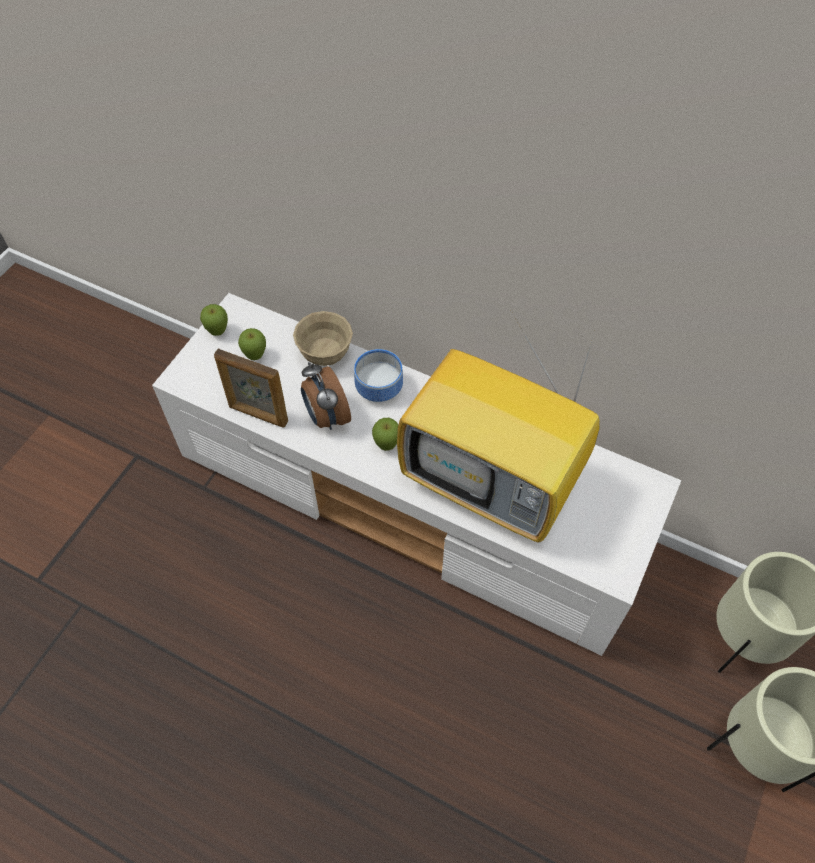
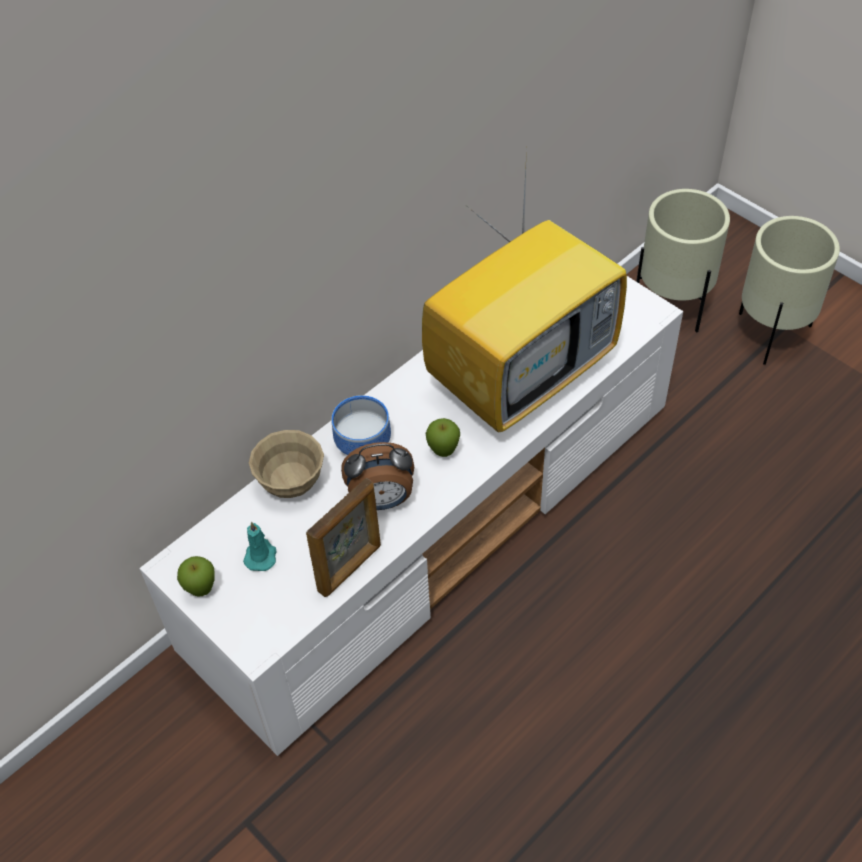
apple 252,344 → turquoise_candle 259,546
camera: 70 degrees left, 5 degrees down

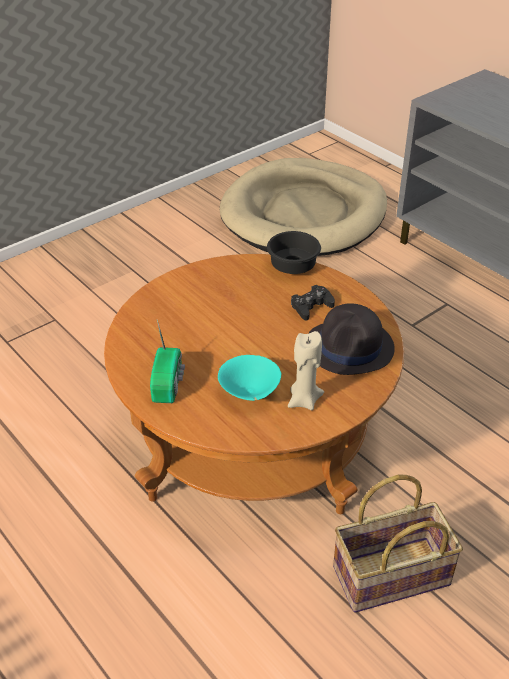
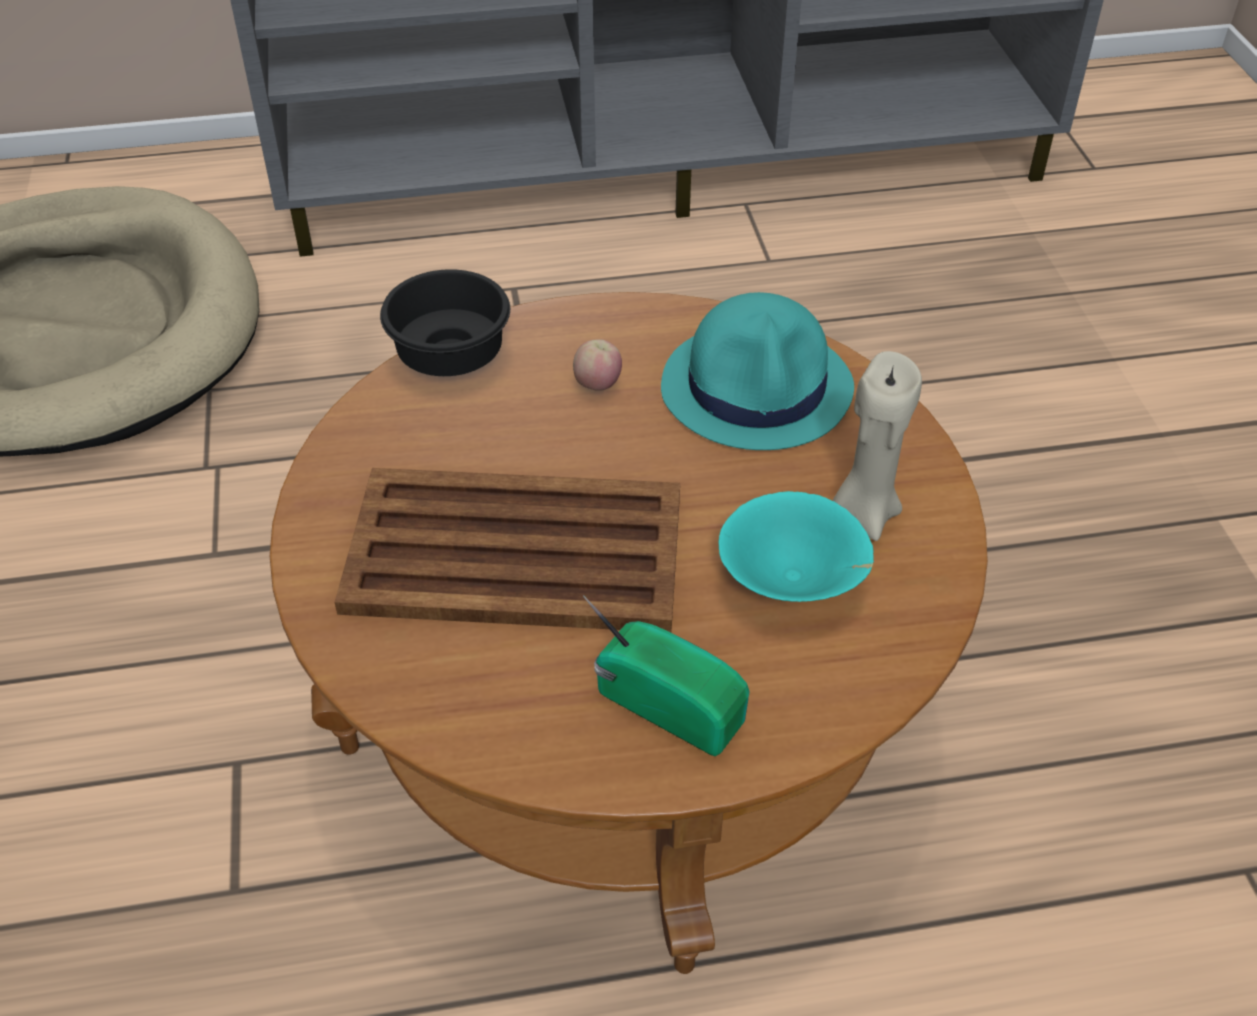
basket 398,544 → -
- → brown_tray 507,550
black_game_controller 313,303 → apple 597,364
black_hat 351,339 → turquoise_hat 757,371
camera: 60 degrees left, 5 degrees up

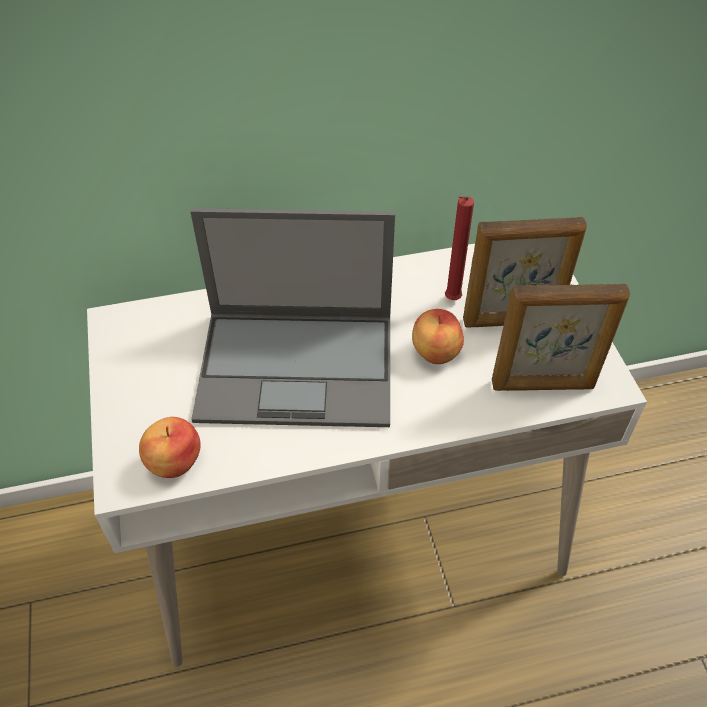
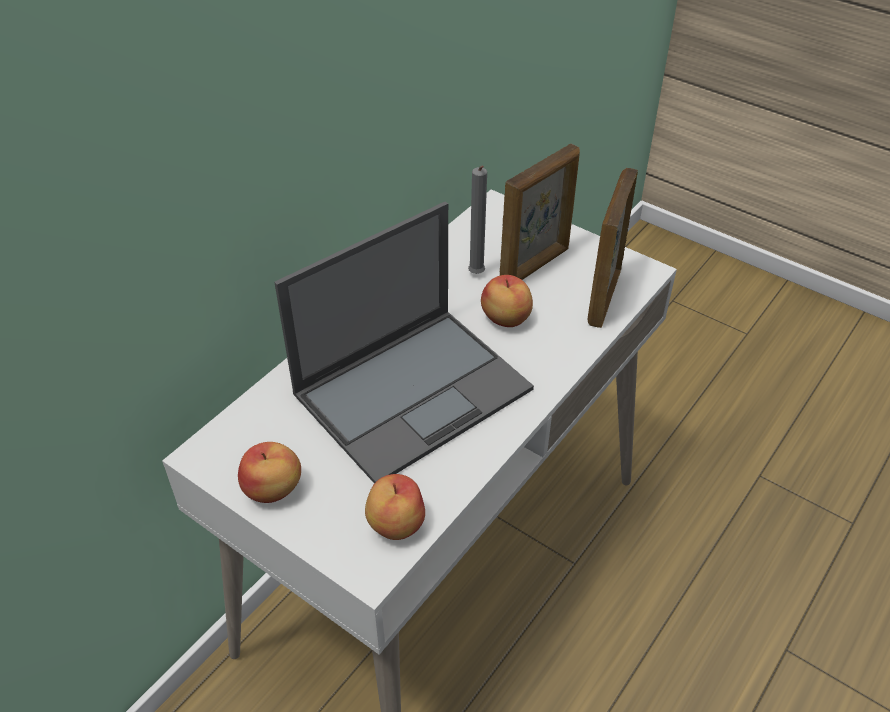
- → apple 269,472
red_candle 459,248 → grey_candle 477,220
picture_frame 561,337 → picture_frame 613,248, 150 degrees clockwise
camera: 40 degrees left, 5 degrees down

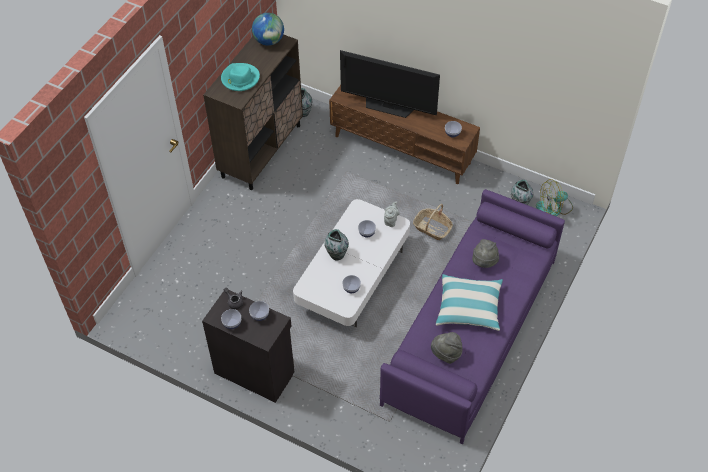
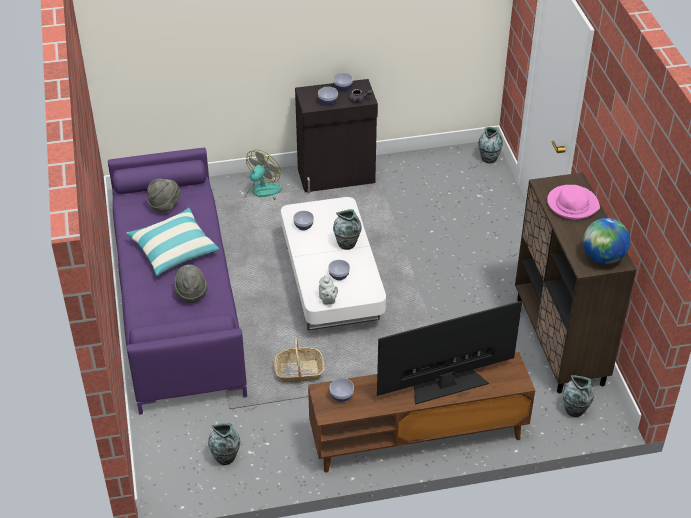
- → vase 490,145
fan 554,197 → fan 263,175, relocated
turquoise_hat 240,77 → pink_hat 573,202
camera: 140 degrees right, 10 degrees down

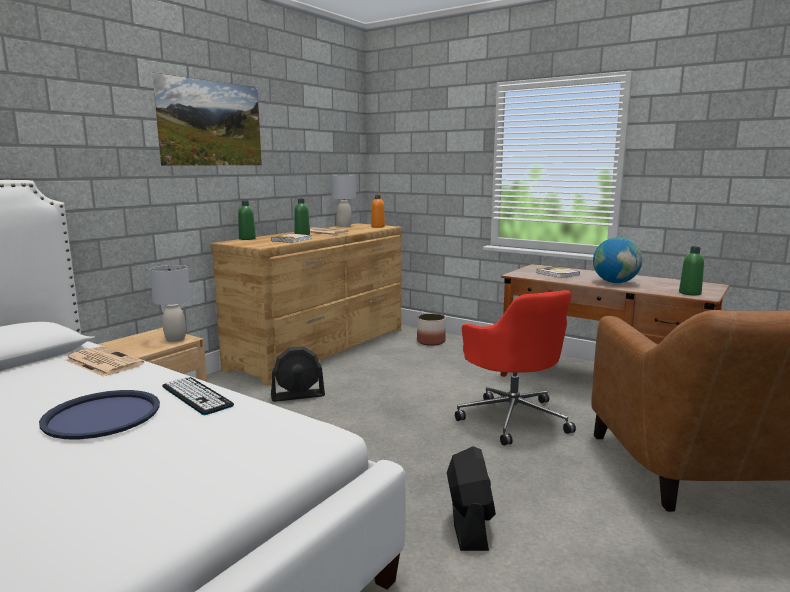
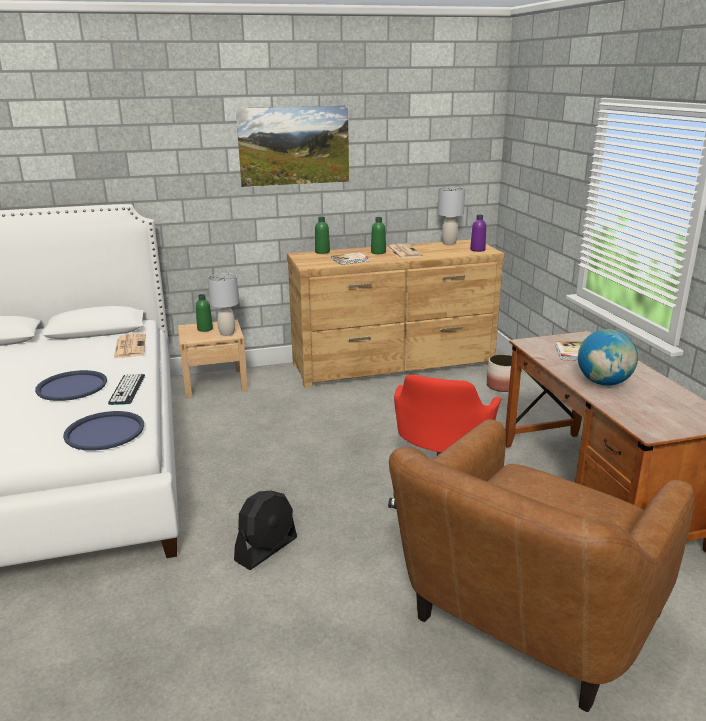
black_fan 298,374 → -
- → blue_tray 103,431
green_bottle 691,270 → green_bottle 204,313, relocated
orange_bottle 378,211 → purple_bottle 478,233
camera: 40 degrees right, 10 degrees up

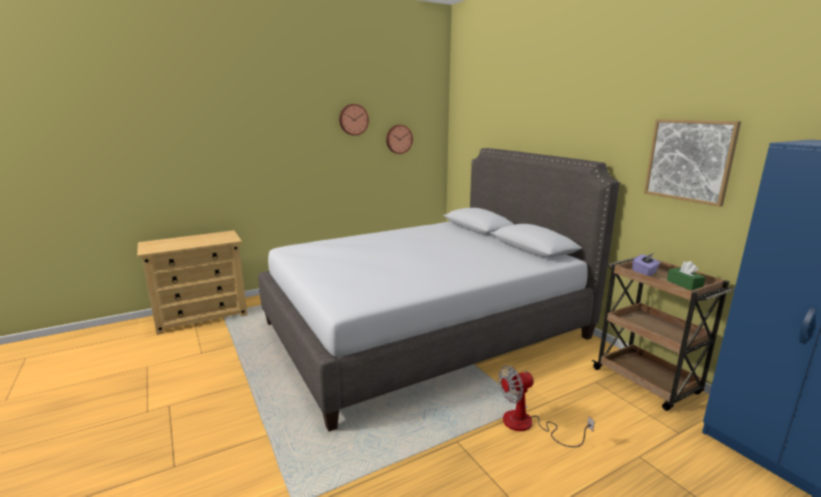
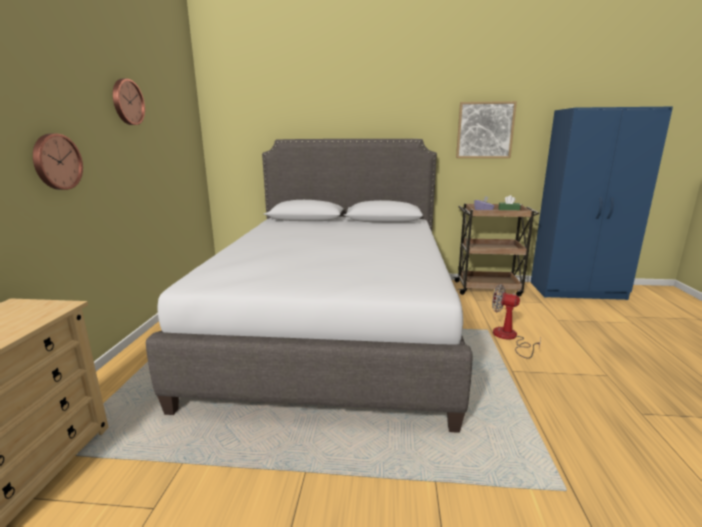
wall_clock 399,139 → wall_clock 58,162, relocated
fan 546,406 → fan 516,321, 105 degrees clockwise
camera: 55 degrees left, 0 degrees up

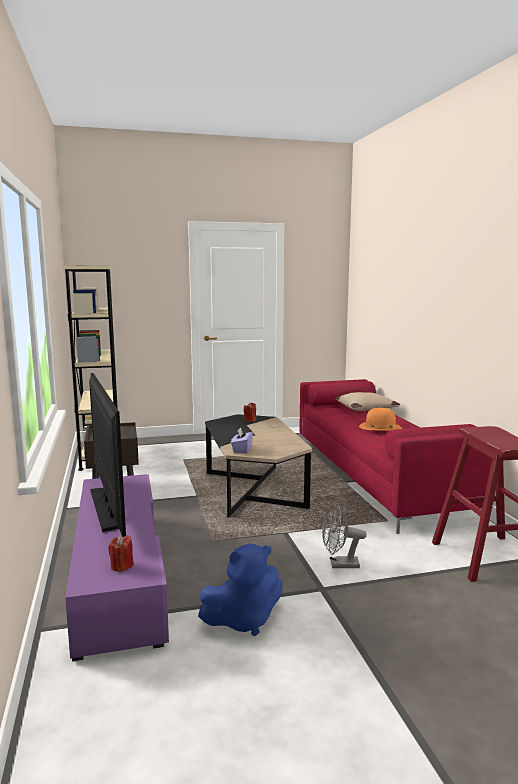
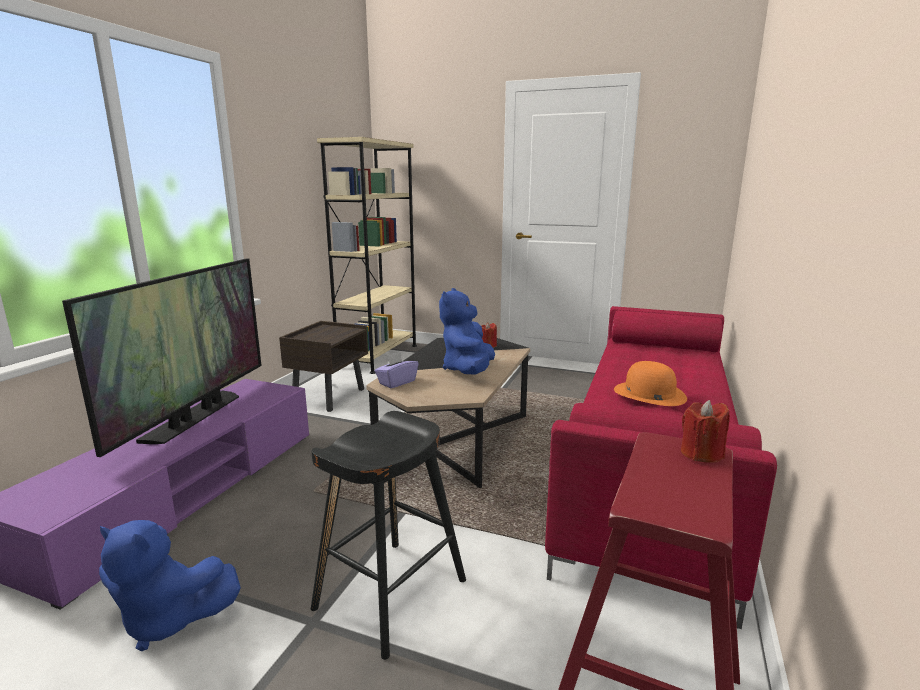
beige_pillow 367,401 → -
- → blue_plush_toy 467,331
red_candle 121,553 → red_candle 705,431, relocated
grey_fan 344,537 → black_stool 388,535
camera: 35 degrees right, 5 degrees up

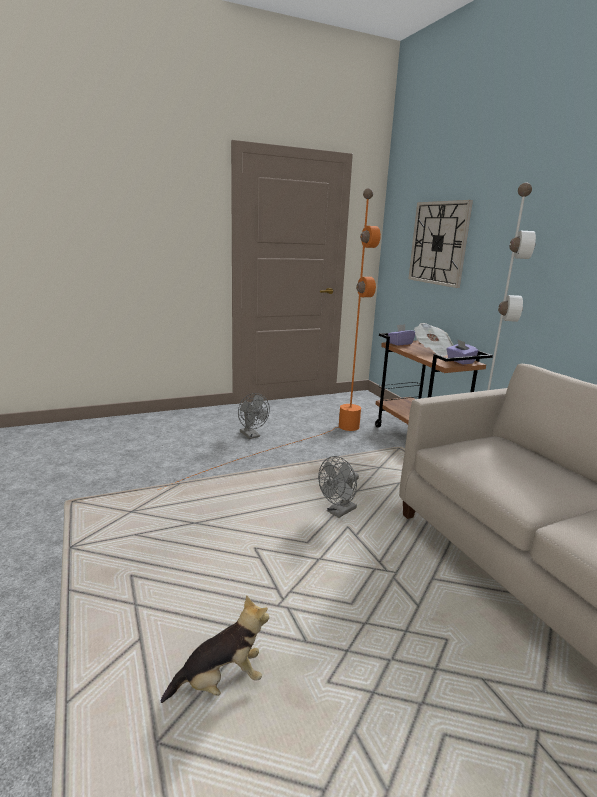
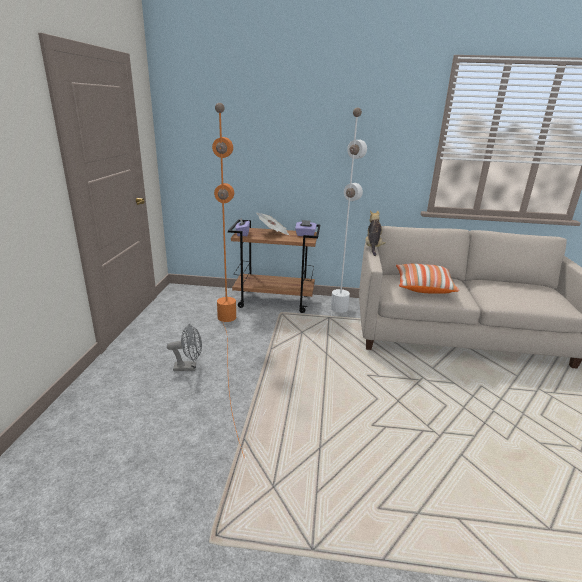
grey_fan 338,487 → -
wall_clock 441,244 → -
- → pillow 427,278
plush_toy 214,649 → plush_toy 375,233, relocated
camera: 60 degrees left, 5 degrees up

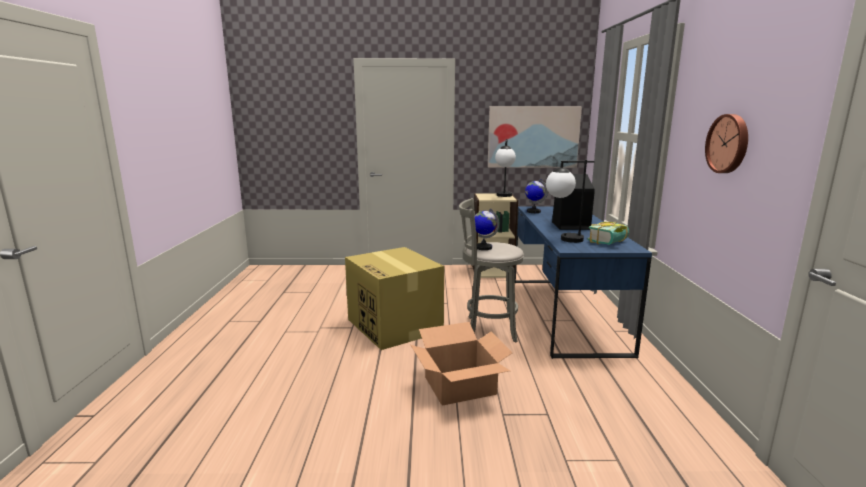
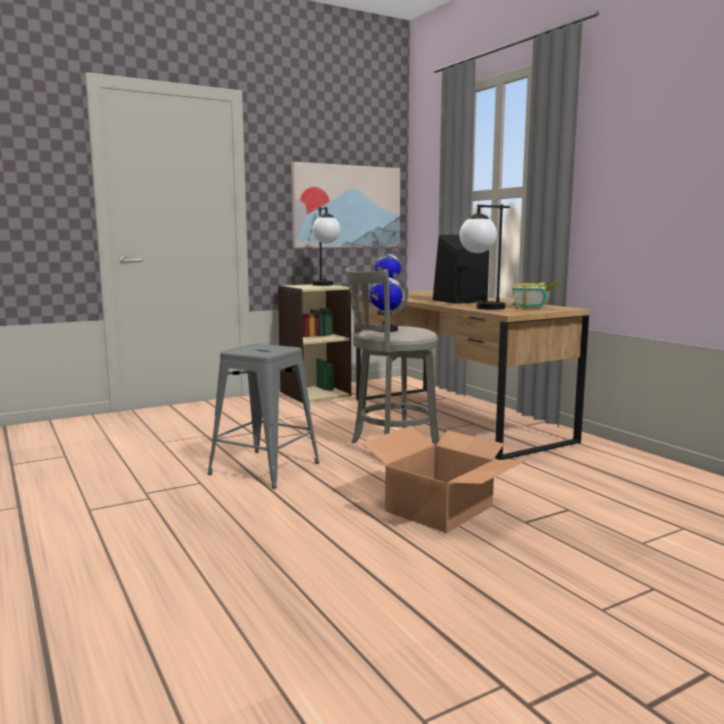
wall_clock 726,143 → -
cardboard_box 394,298 → grey_stool 264,416
blue_desk 583,282 → brown_desk 473,375
camera: 30 degrees left, 5 degrees down

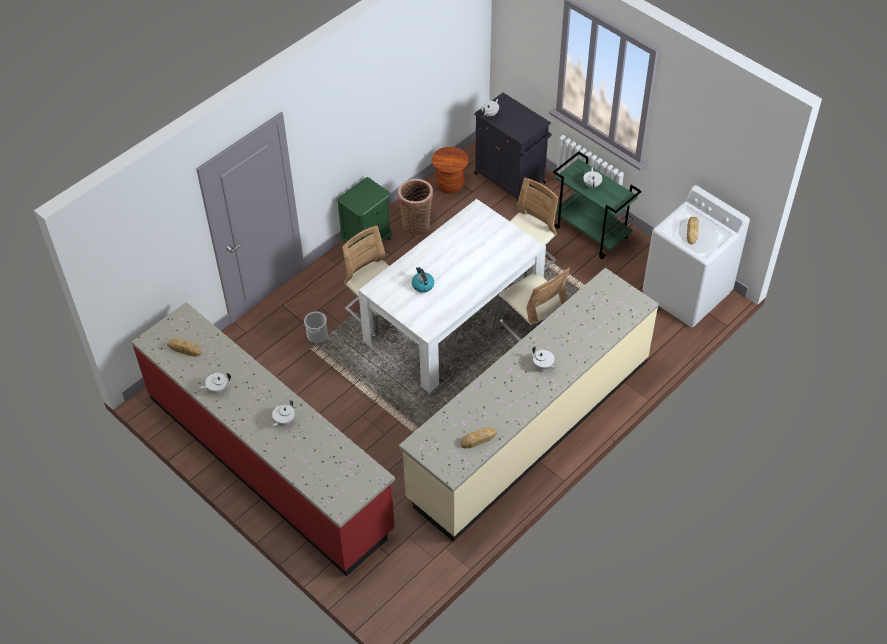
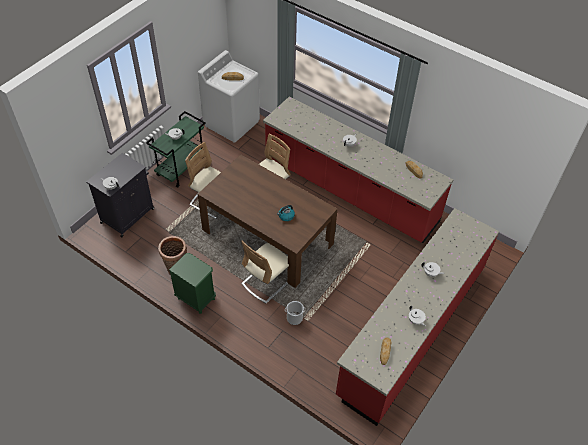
brown_stool 450,170 → -
white_dining_table 452,296 → brown_dining_table 268,221
beige_counter 529,405 → red_counter 358,170
camera: 100 degrees left, 0 degrees up

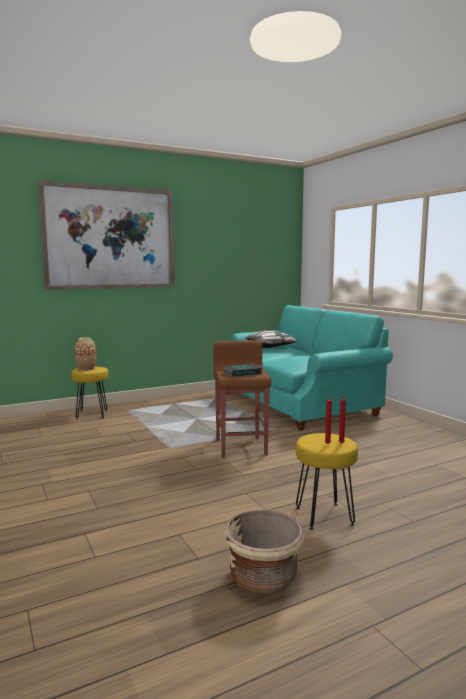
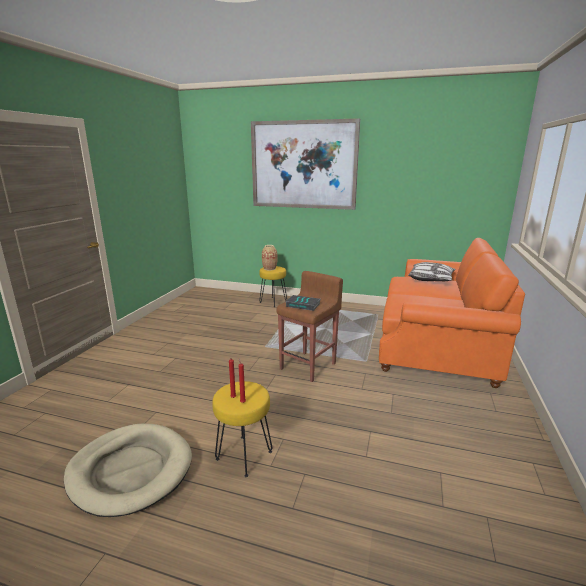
beige_planter 264,552 → beige_dog_bed 128,470
turquoise_sofa 312,367 → orange_sofa 452,313
camera: 45 degrees right, 10 degrees up

